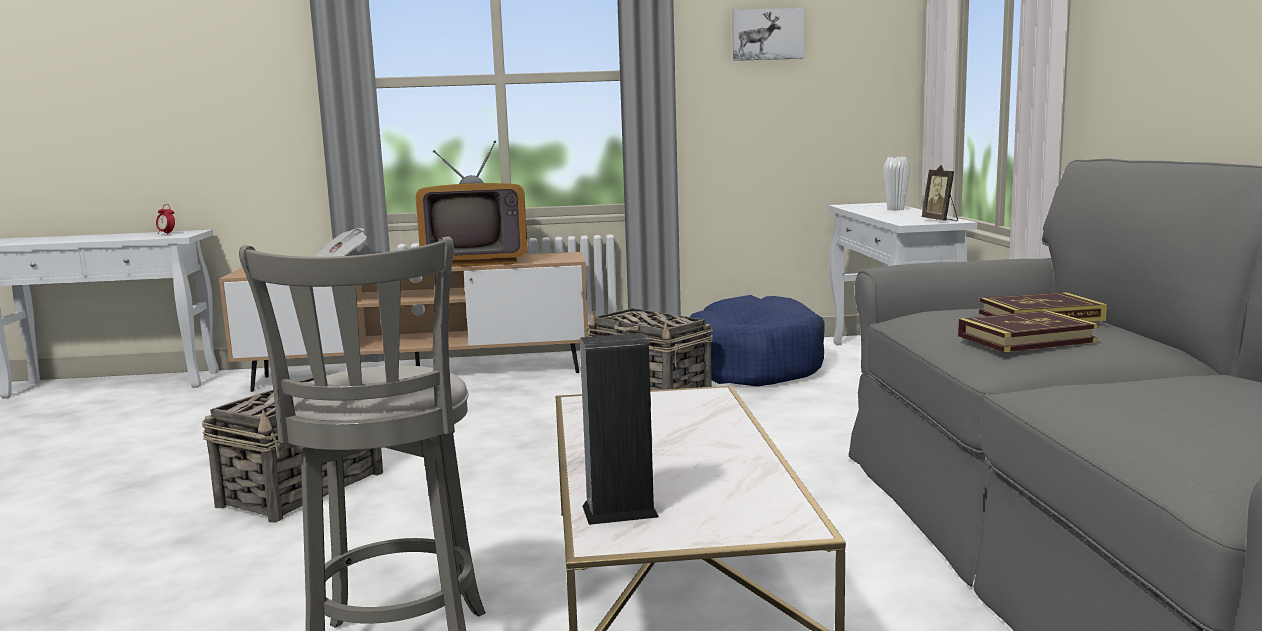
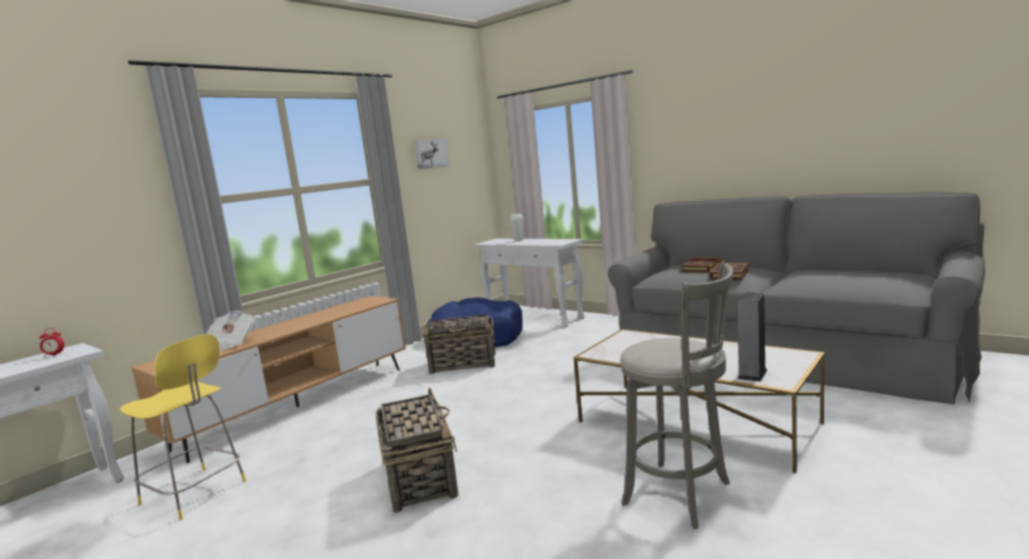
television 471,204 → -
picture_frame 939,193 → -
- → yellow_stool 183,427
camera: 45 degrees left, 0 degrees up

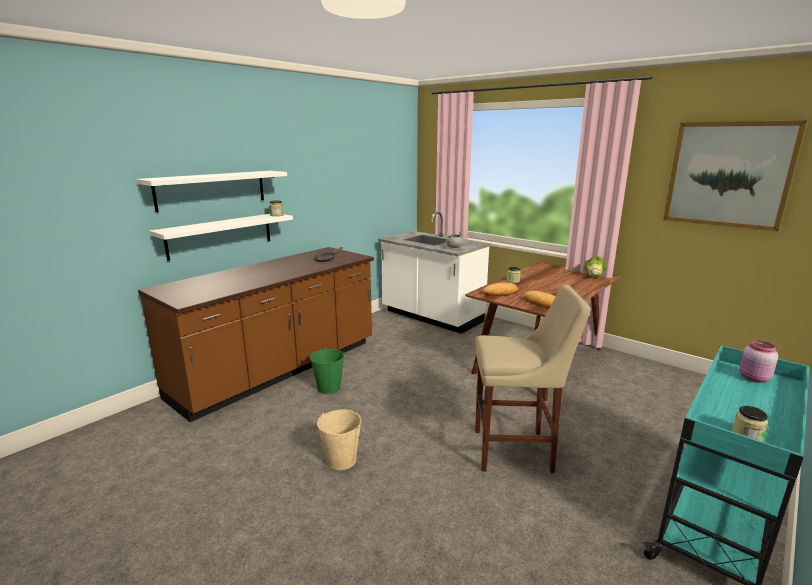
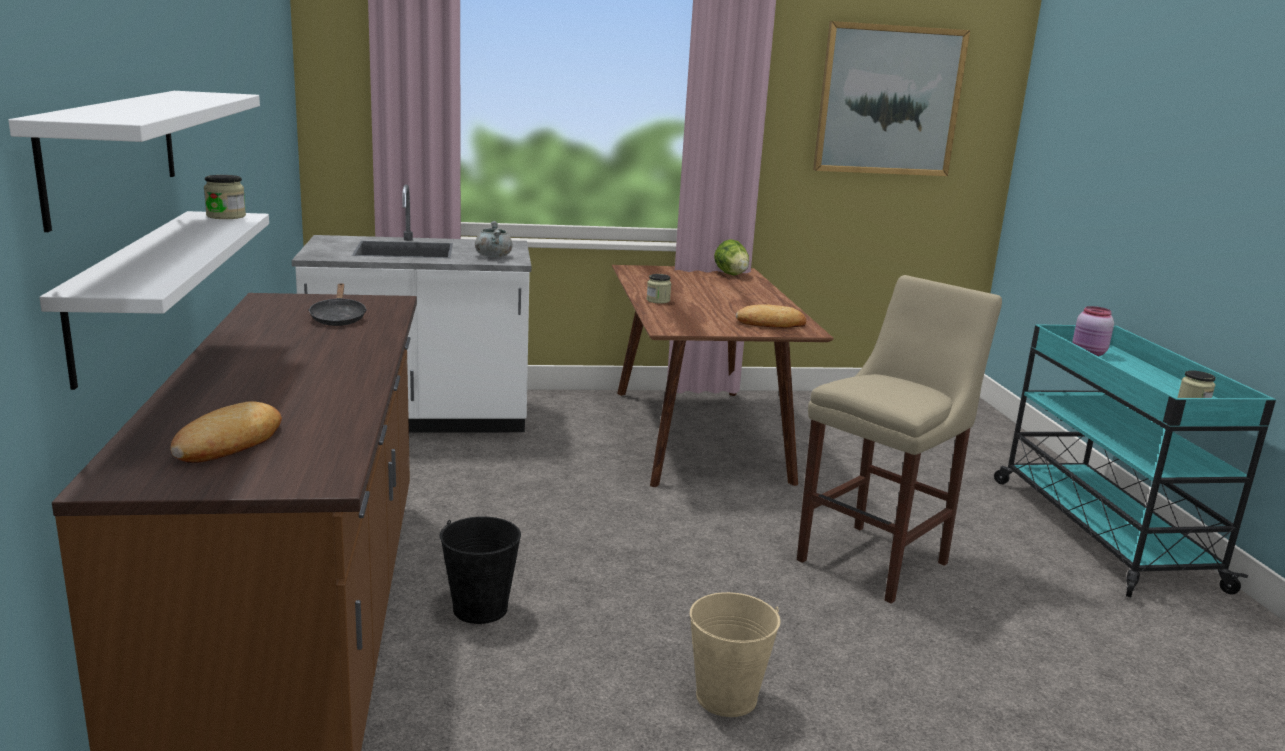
bread 501,289 → bread 226,432, relocated
green_bucket 327,370 → black_bucket 480,570
camera: 50 degrees left, 0 degrees up

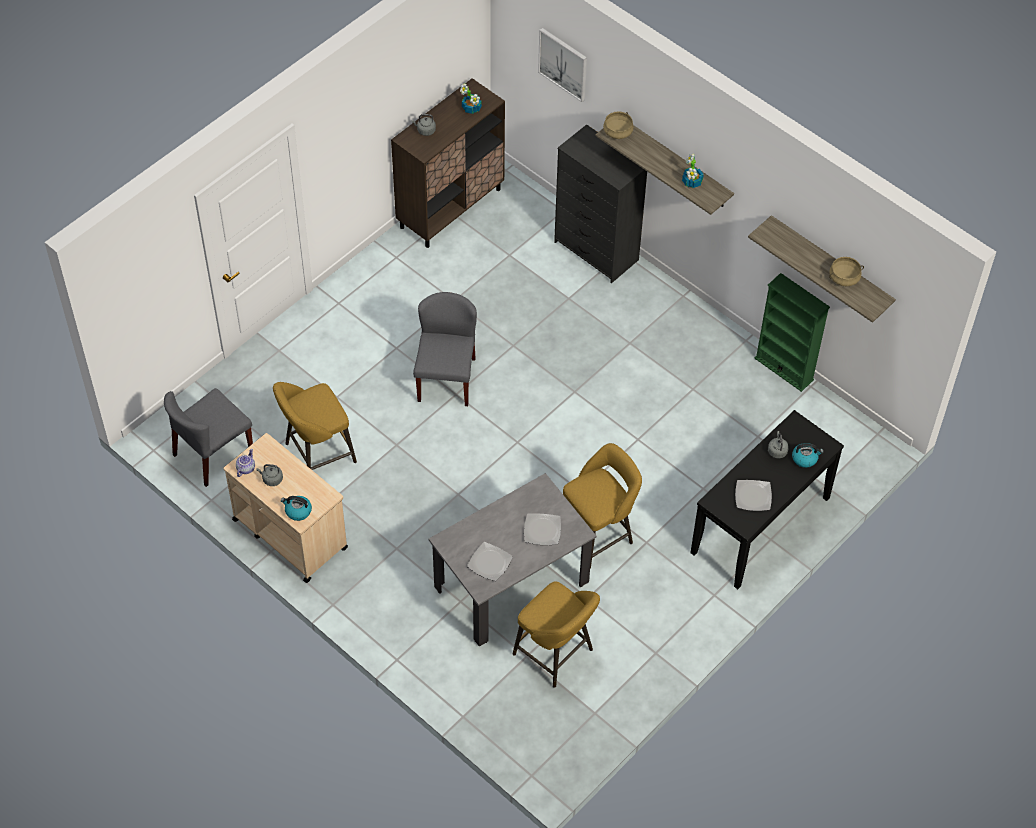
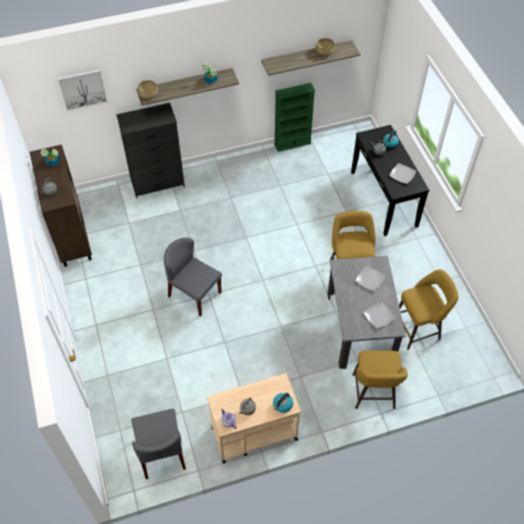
yellow_stool 315,426 → yellow_stool 380,379, relocated
camera: 60 degrees left, 0 degrees up

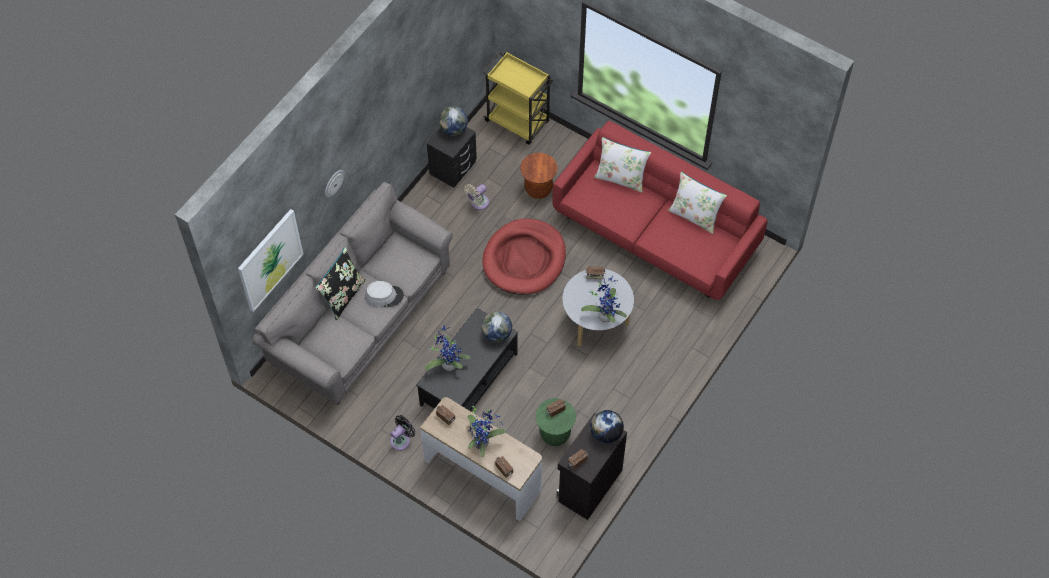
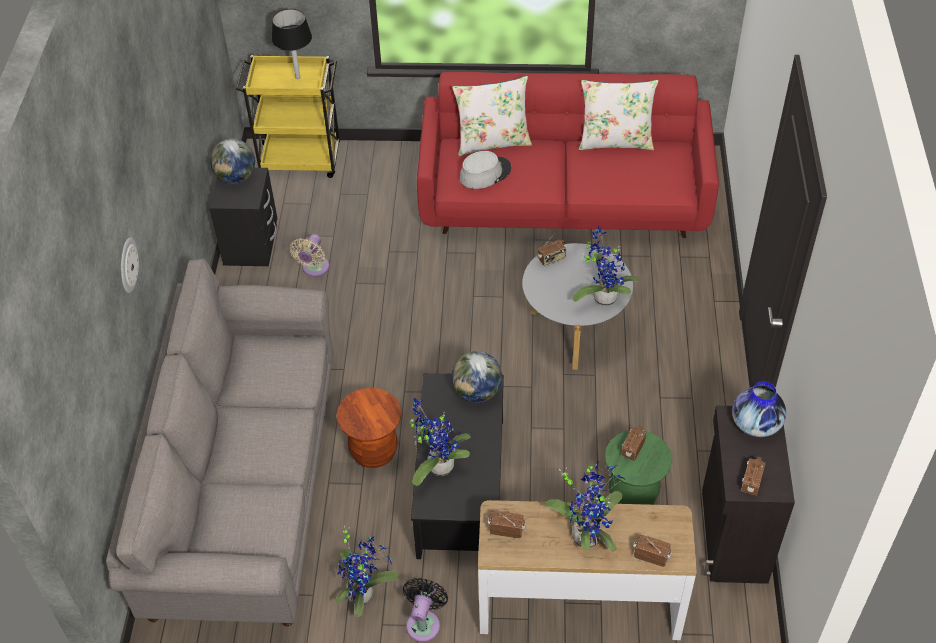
picture 271,260 → -
black_pillow 340,283 → -
red_dog_bed 524,256 → -
- → black_table_lamp 292,44
- → potted_plant 367,571
grey_hat 384,294 → grey_hat 485,170, relocated
brown_stool 538,176 → brown_stool 369,428, relocated
globe 607,426 → vase 759,409
camera: 30 degrees left, 10 degrees down

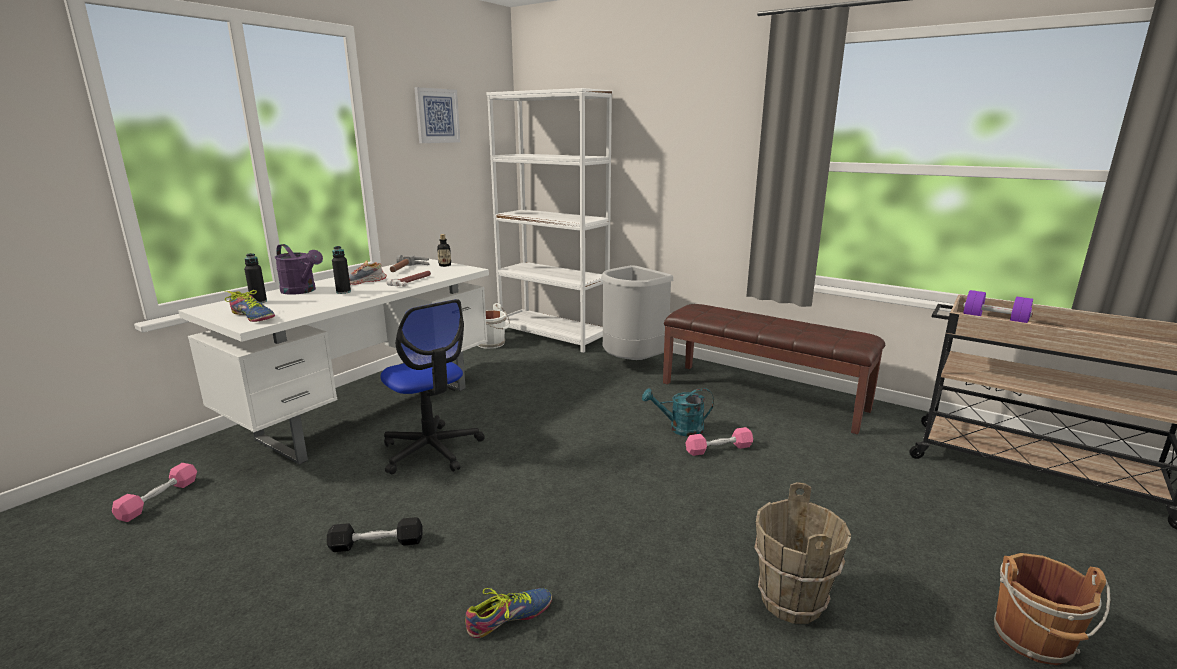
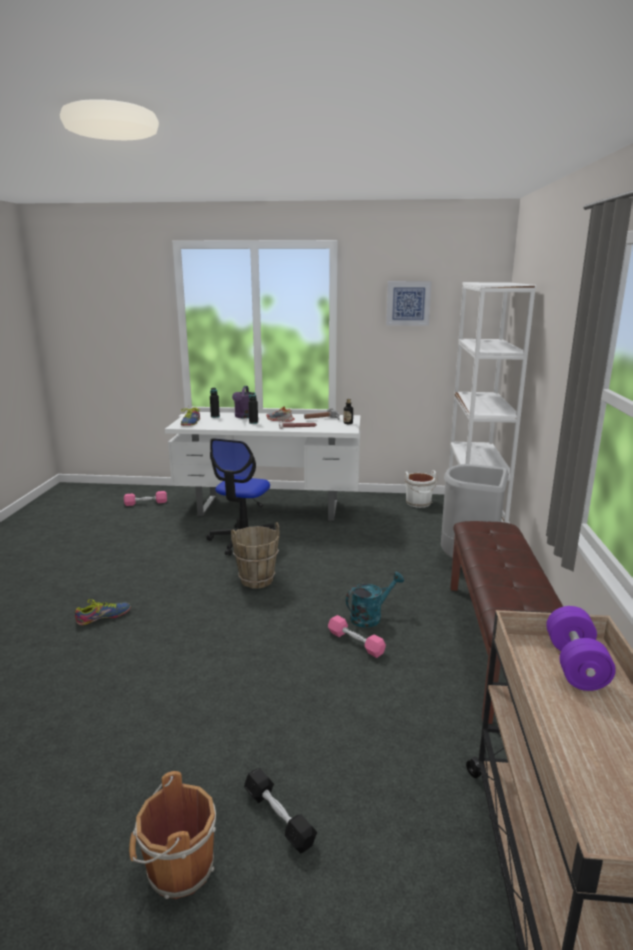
black_dumbbell 375,534 → black_dumbbell 280,811, relocated
brown_bucket 802,553 → brown_bucket 255,555, relocated
shoe 508,613 → shoe 103,612, 60 degrees counterclockwise
turquoise_watering_can 678,412 → turquoise_watering_can 375,600, 90 degrees clockwise
camera: 60 degrees right, 0 degrees up

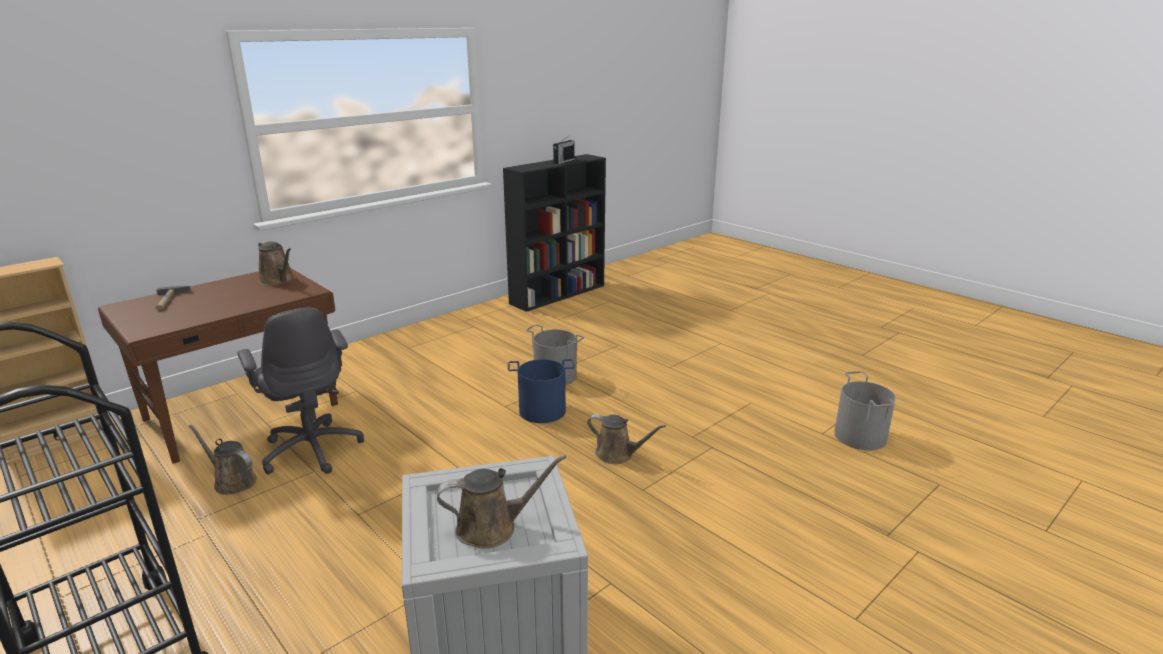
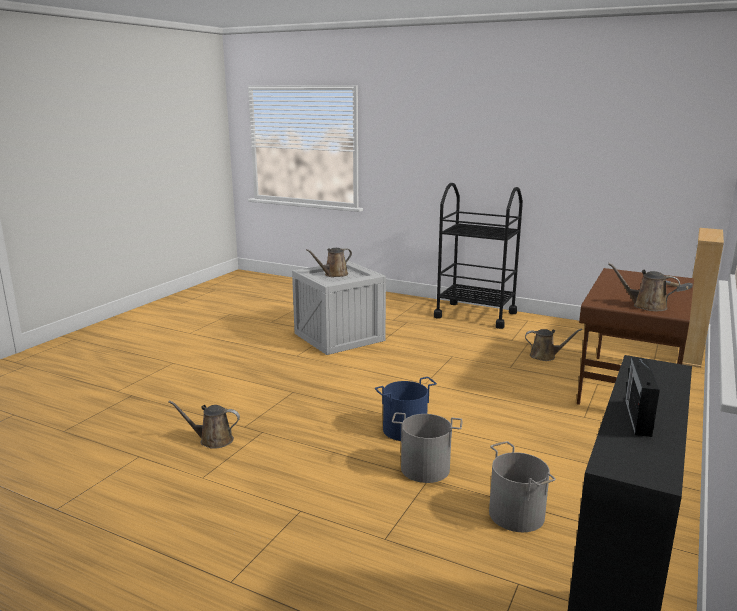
grey_office_chair 300,391 → -
brown_watering_can 626,439 → brown_watering_can 204,424, relocated
grey_bucket 865,410 → grey_bucket 522,486, relocated
camera: 160 degrees right, 5 degrees down

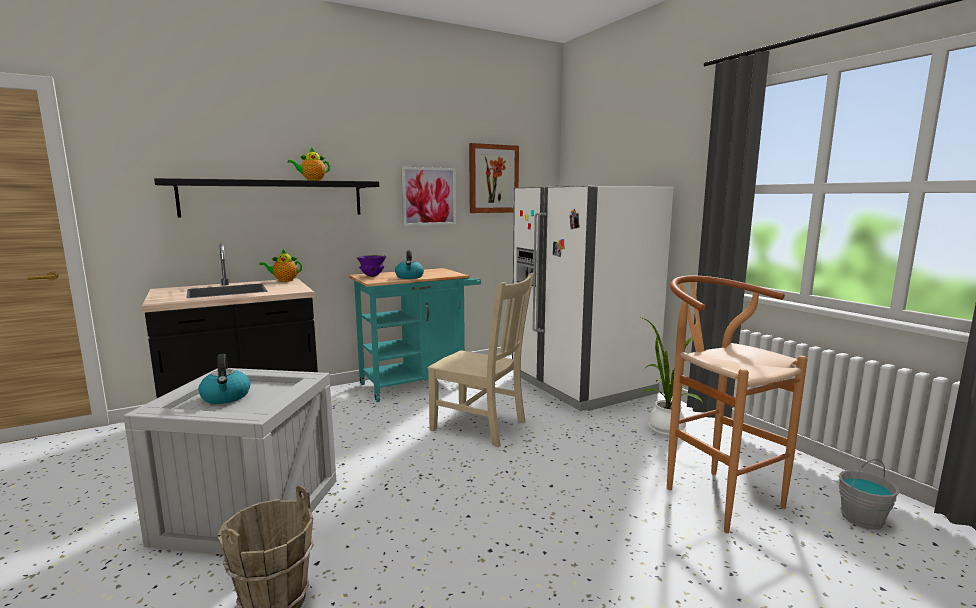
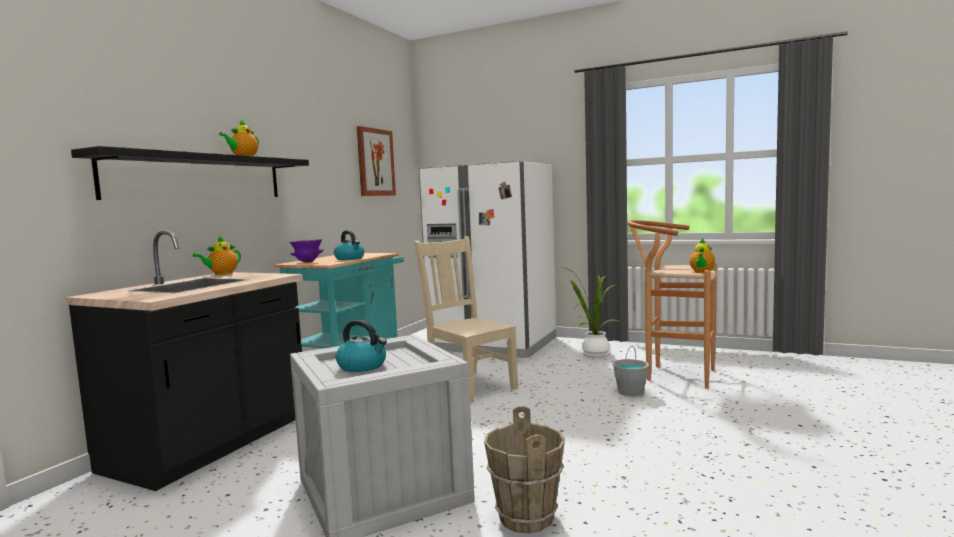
picture 428,196 → -
- → teapot 702,255
grey_bucket 869,494 → grey_bucket 631,371, relocated
beige_chair 481,360 → beige_chair 466,319, 120 degrees counterclockwise
camera: 35 degrees left, 5 degrees down

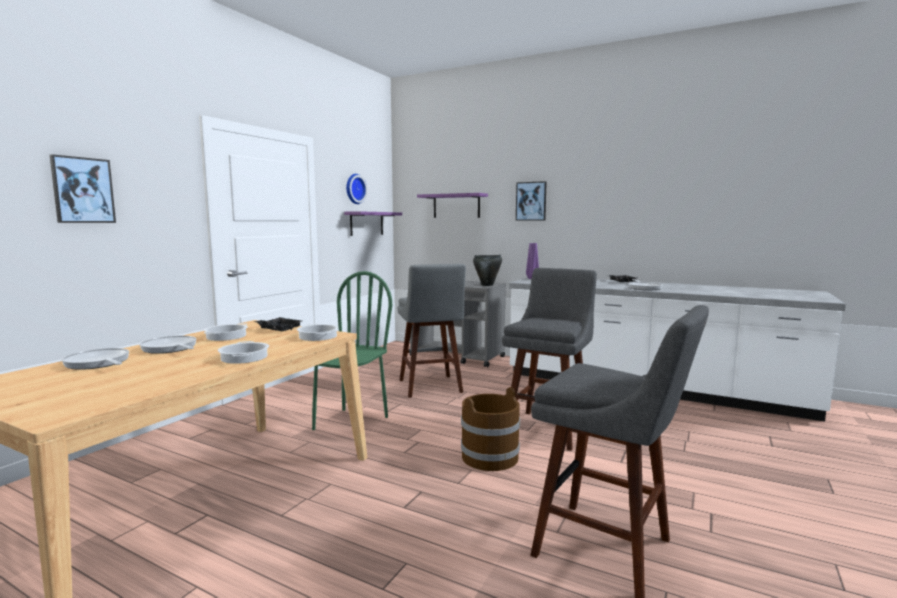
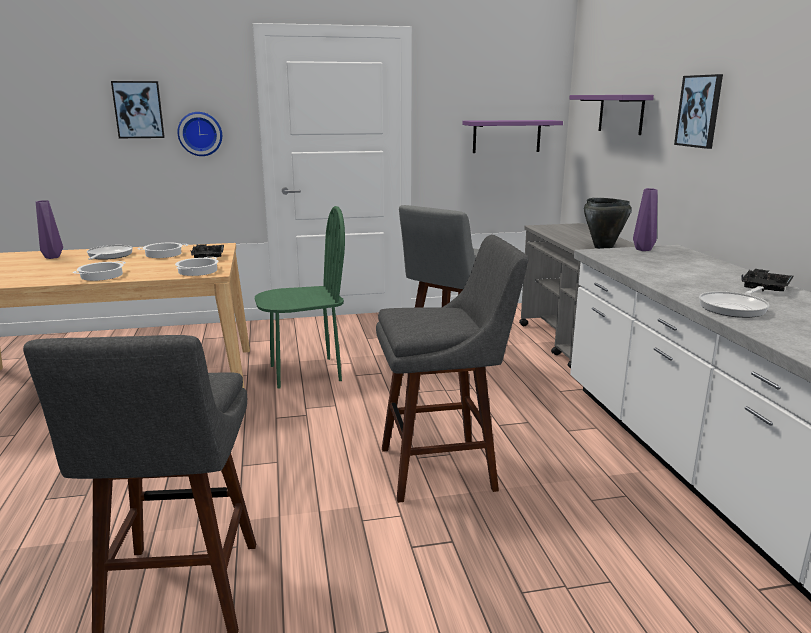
brown_bucket 490,429 → -
wall_clock 356,189 → wall_clock 200,134, relocated
frying_pan 95,359 → purple_vase 49,229
camera: 50 degrees right, 10 degrees up

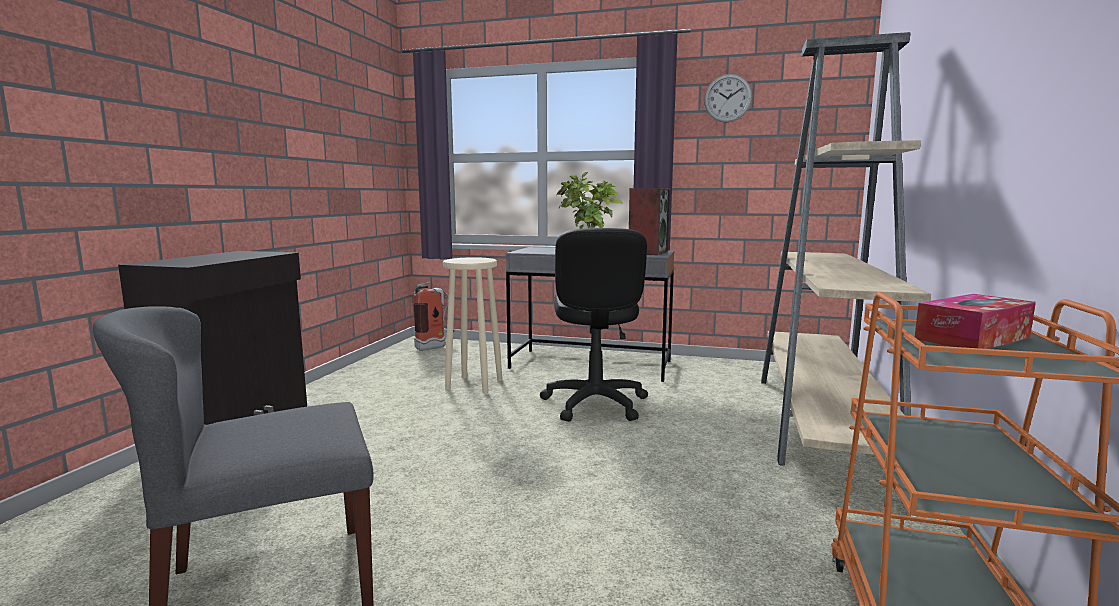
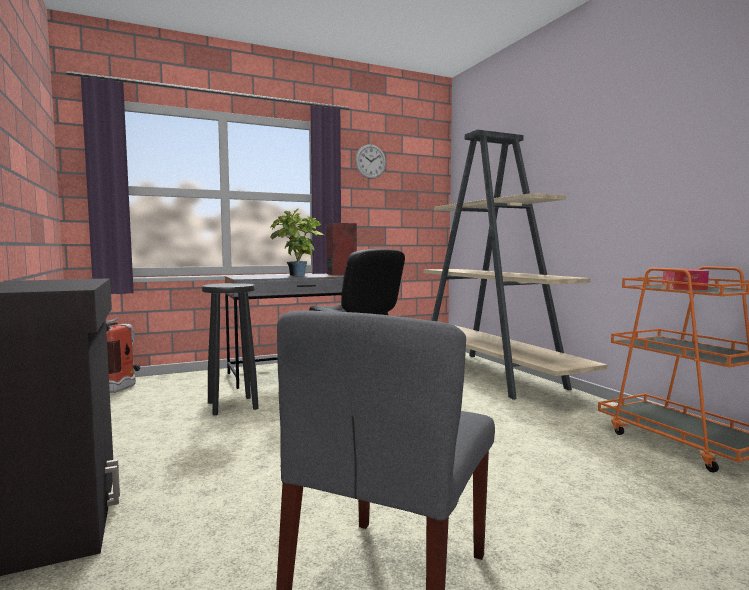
beige_stool 472,325 → black_stool 230,349
camera: 40 degrees left, 5 degrees down

